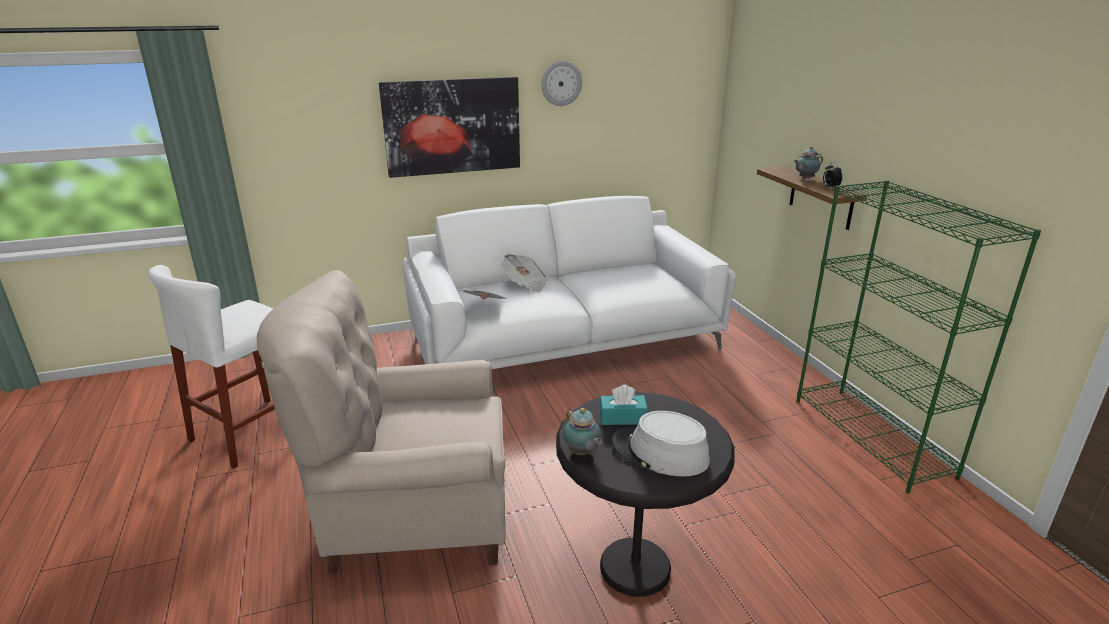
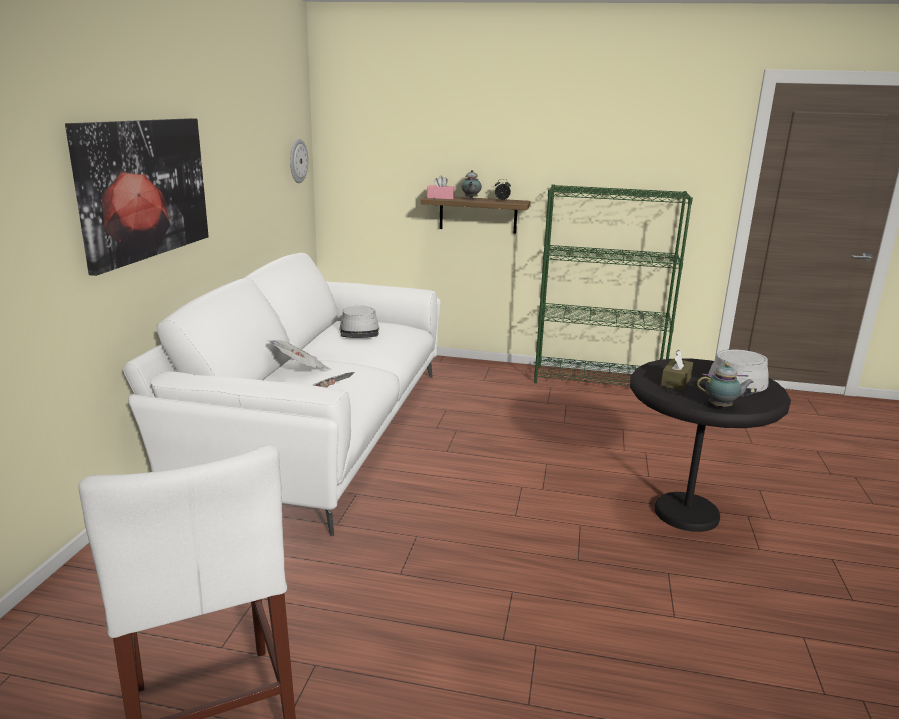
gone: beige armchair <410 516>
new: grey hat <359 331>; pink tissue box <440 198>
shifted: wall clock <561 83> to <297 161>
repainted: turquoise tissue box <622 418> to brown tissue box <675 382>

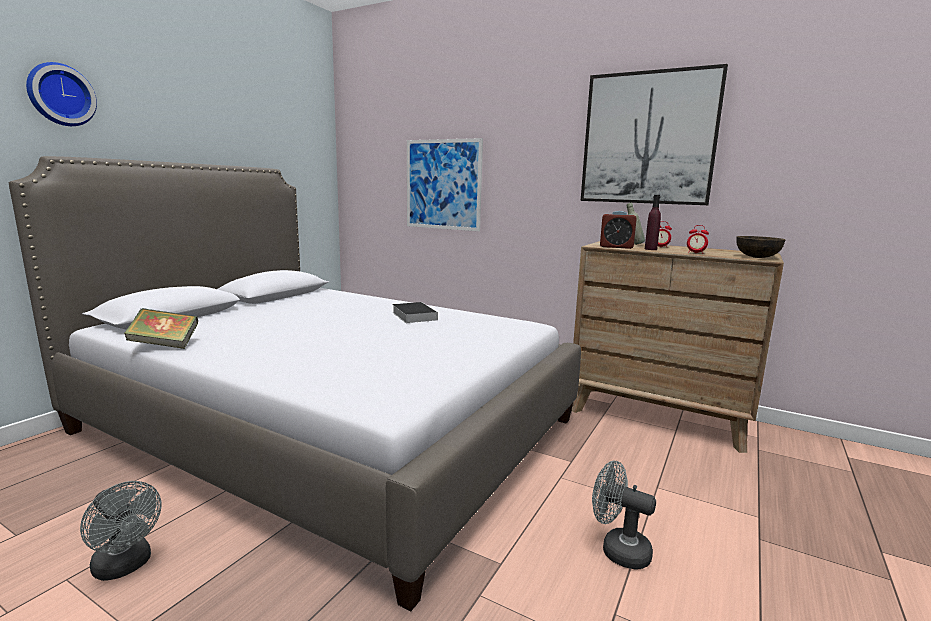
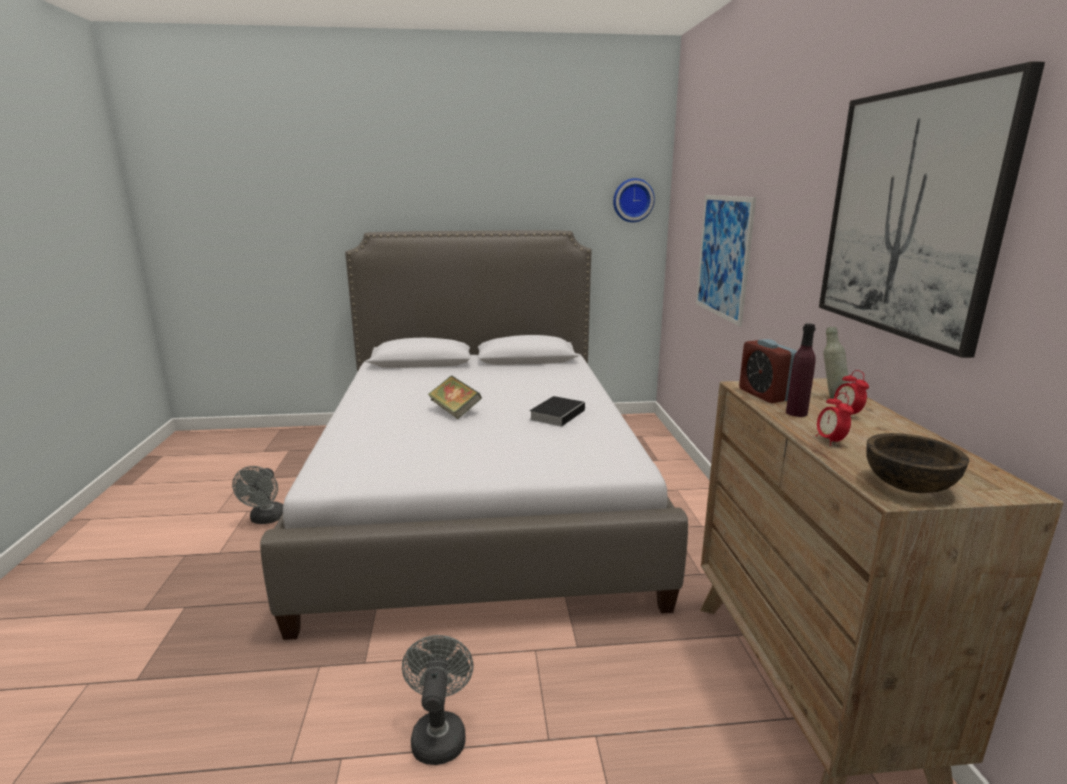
shifted: book <165 345> to <455 411>; wall clock <60 95> to <632 200>

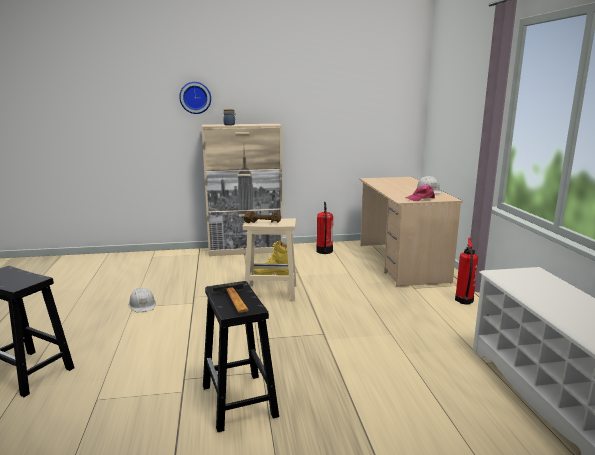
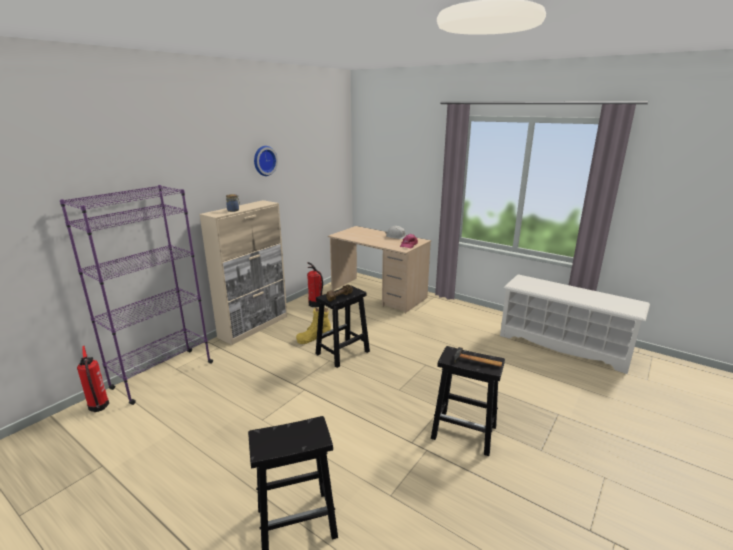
gone: white hard hat <142 304>
new: purple bookcase <163 375>
shifted: fire extinguisher <464 301> to <98 407>; wall clock <195 97> to <264 160>
repainted: beige stool <270 292> to black stool <342 353>

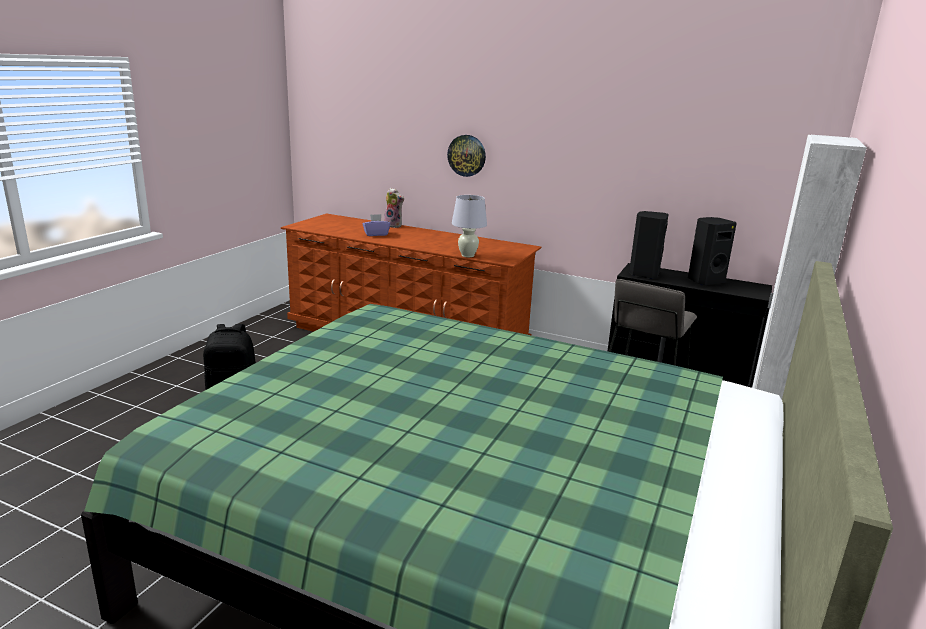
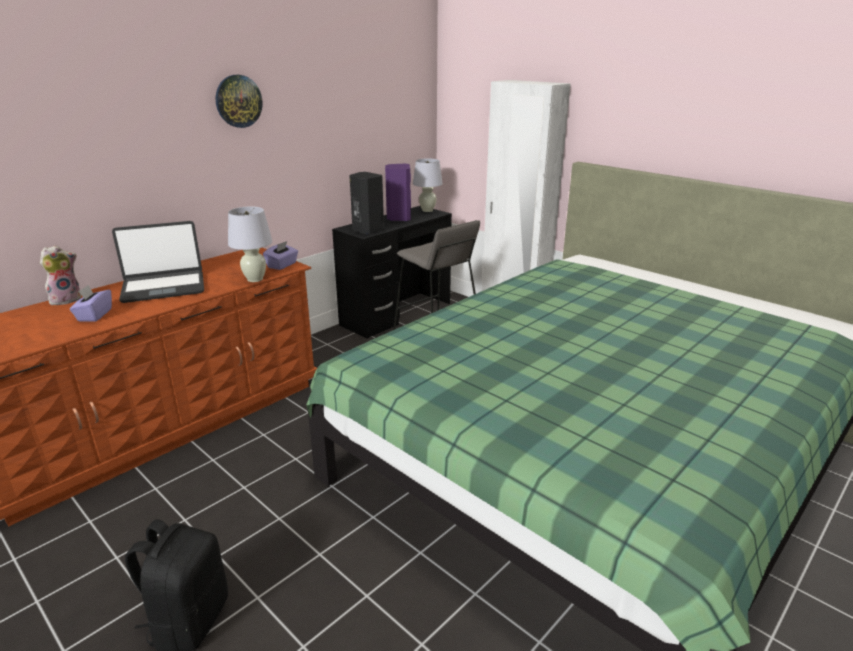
new: laptop <163 288>; purple tissue box <282 265>; white table lamp <427 210>
shifted: wall clock <466 155> to <238 101>
repainted: black speaker <704 281> to purple speaker <398 218>

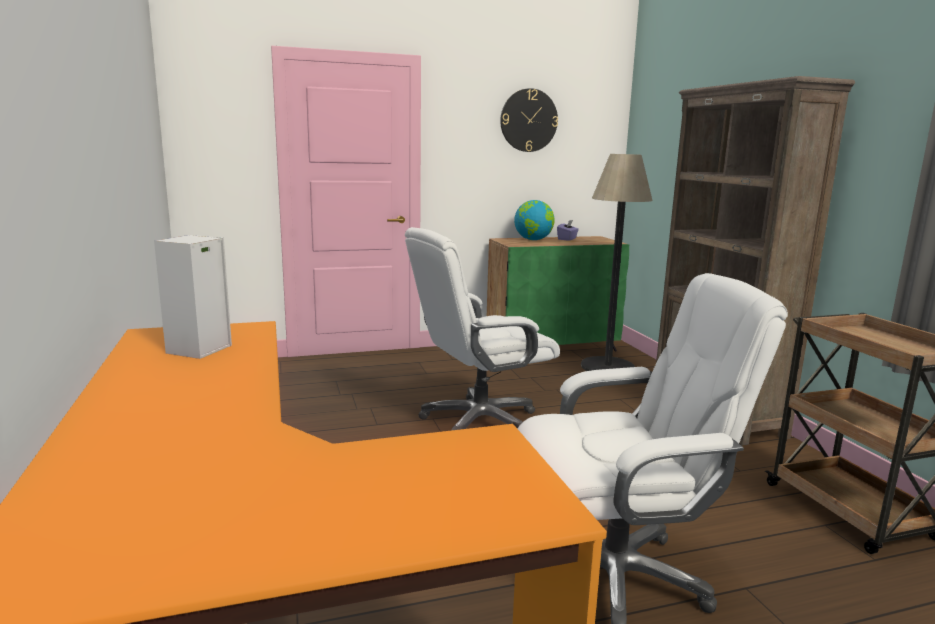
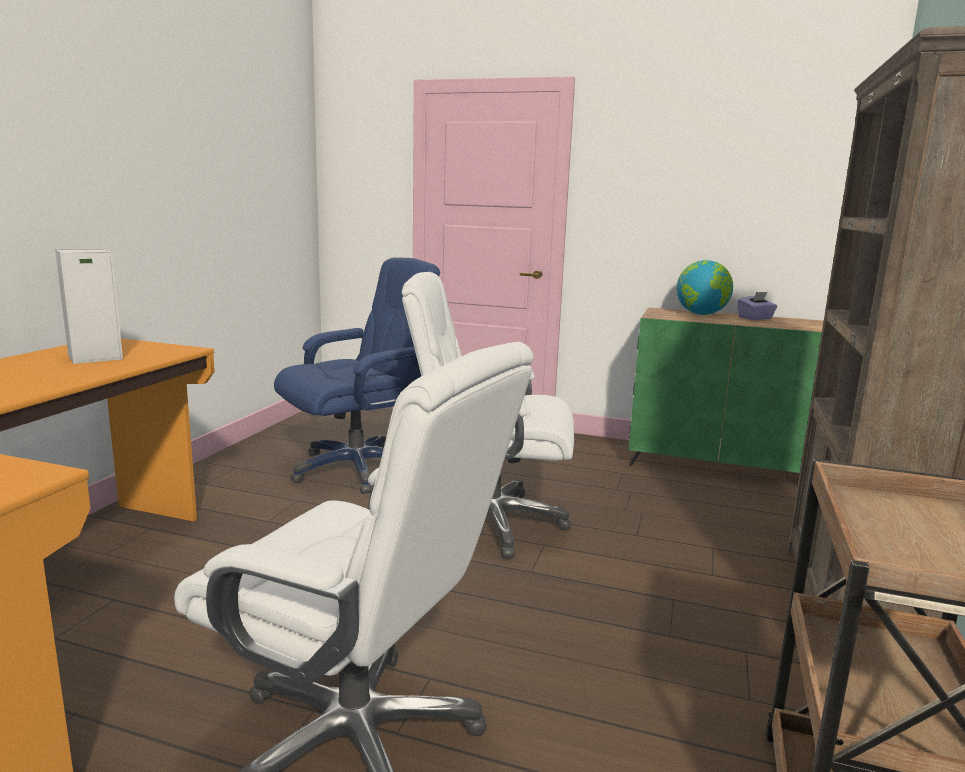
gone: wall clock <528 120>; floor lamp <607 367>
new: blue office chair <357 468>

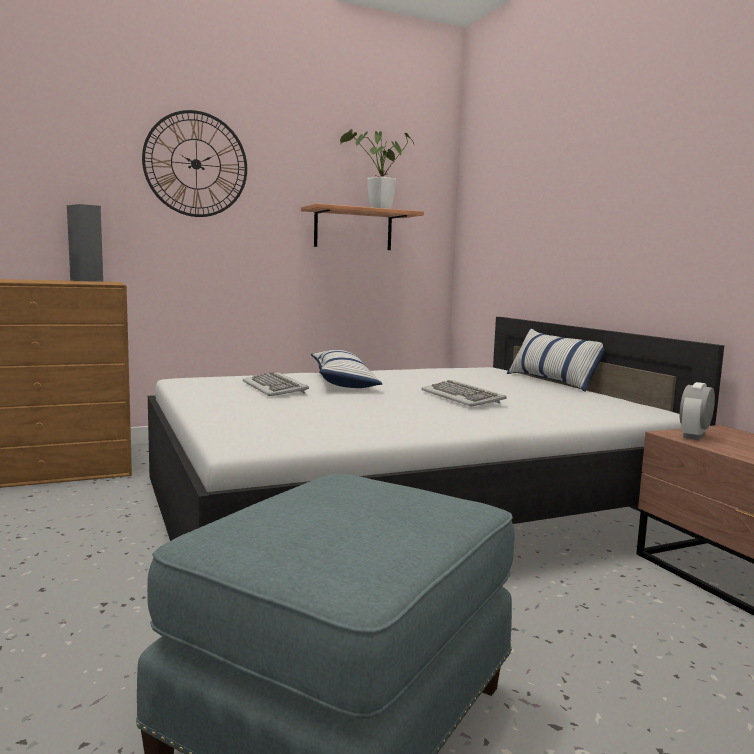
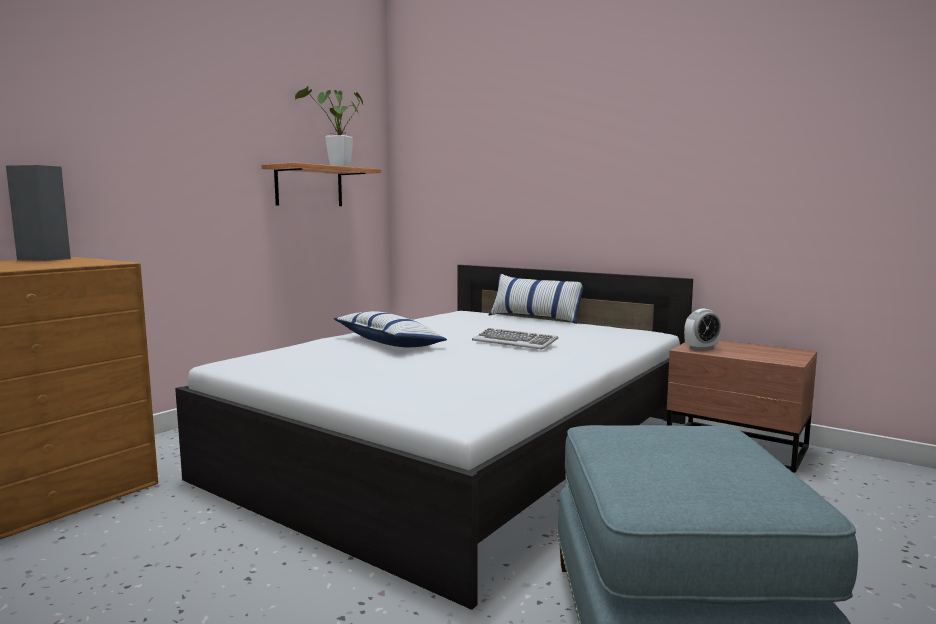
gone: wall clock <196 164>; keyboard <275 388>
rotated: alarm clock <694 436> = <701 348> 120 degrees counterclockwise

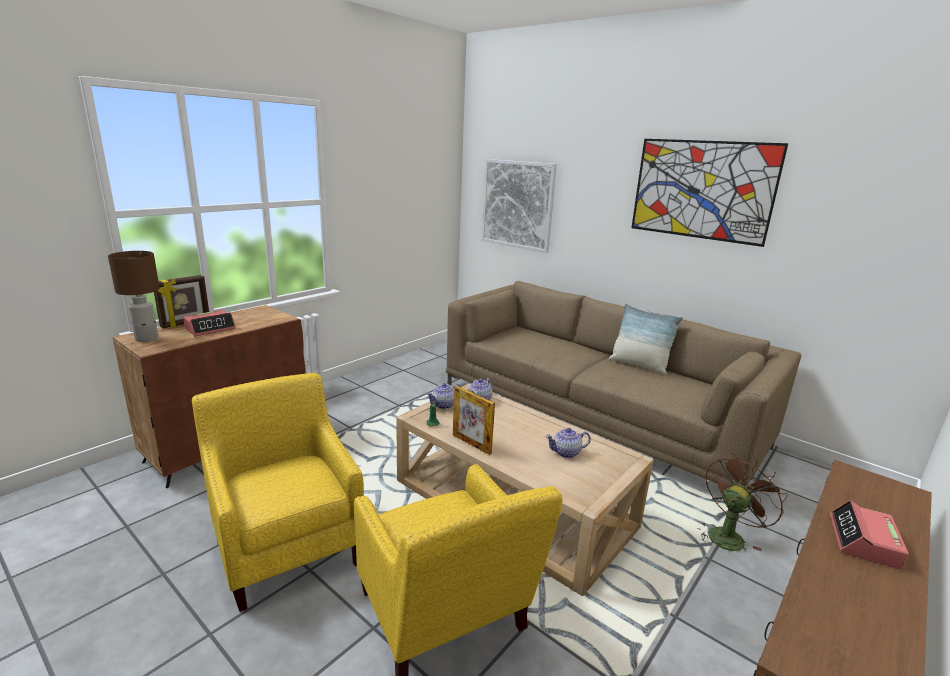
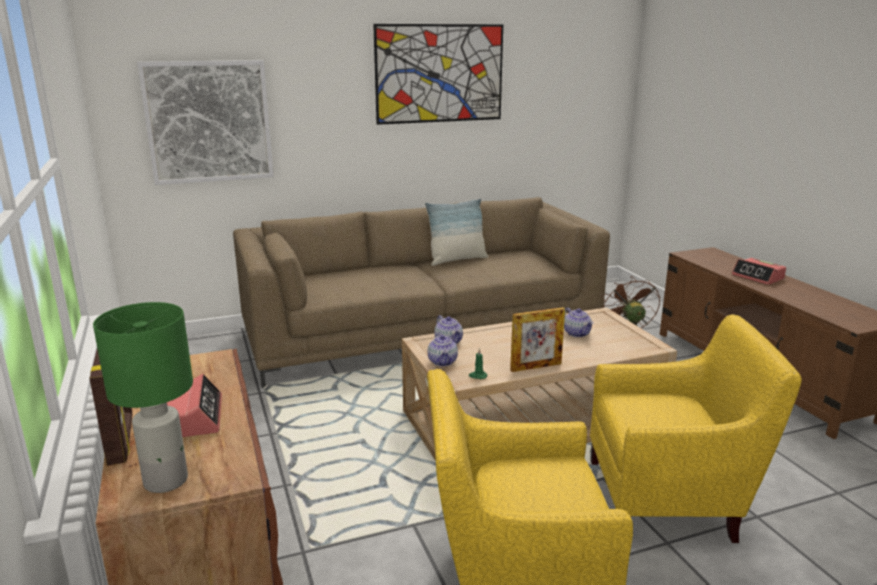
repainted: brown table lamp <147 338> to green table lamp <165 480>
rotated: teapot <566 453> = <577 333> 45 degrees counterclockwise

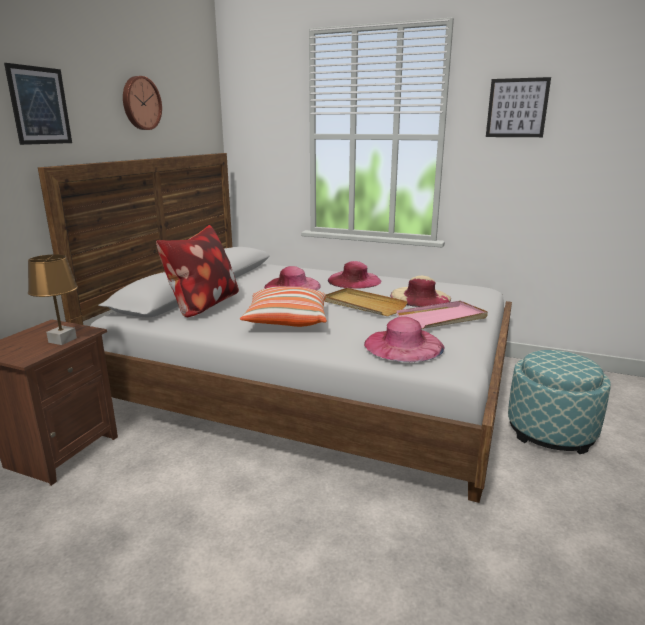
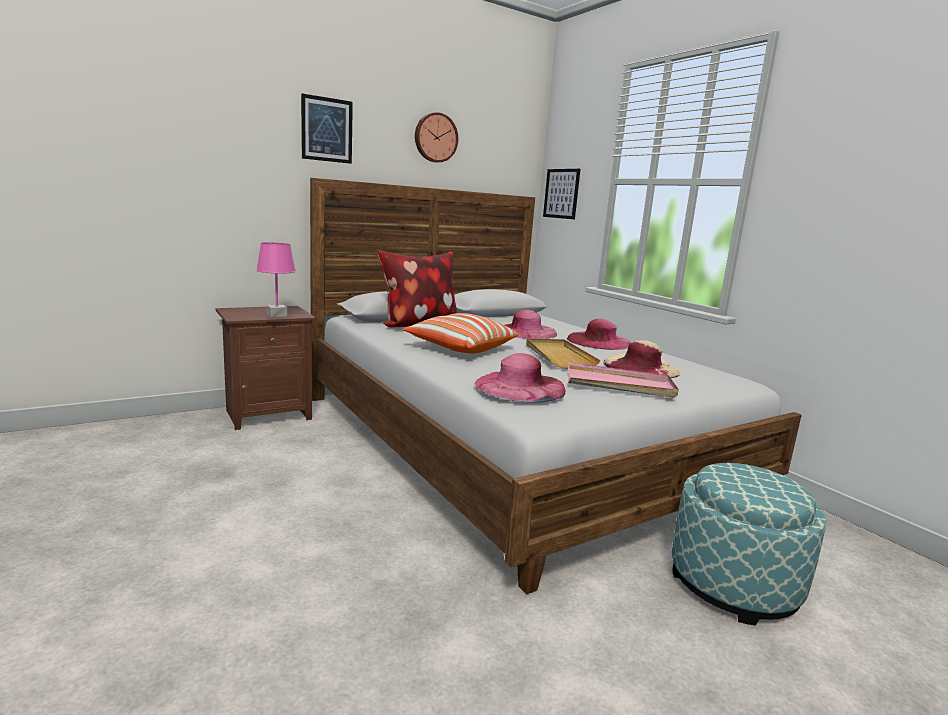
shifted: picture <517 108> to <561 193>
repainted: brown table lamp <62 340> to pink table lamp <277 315>

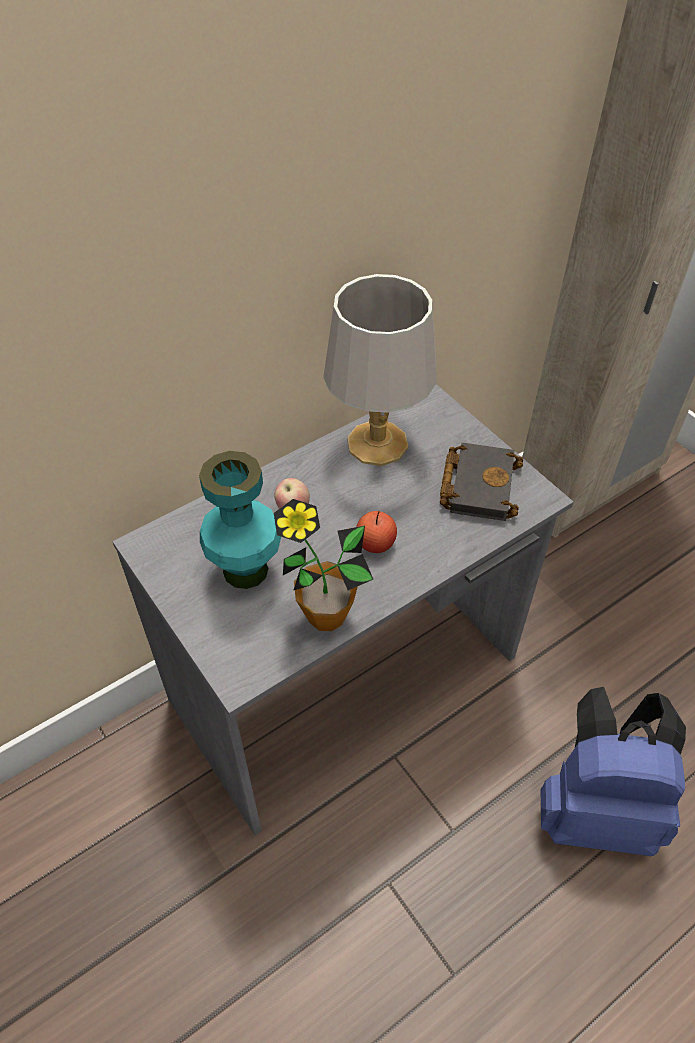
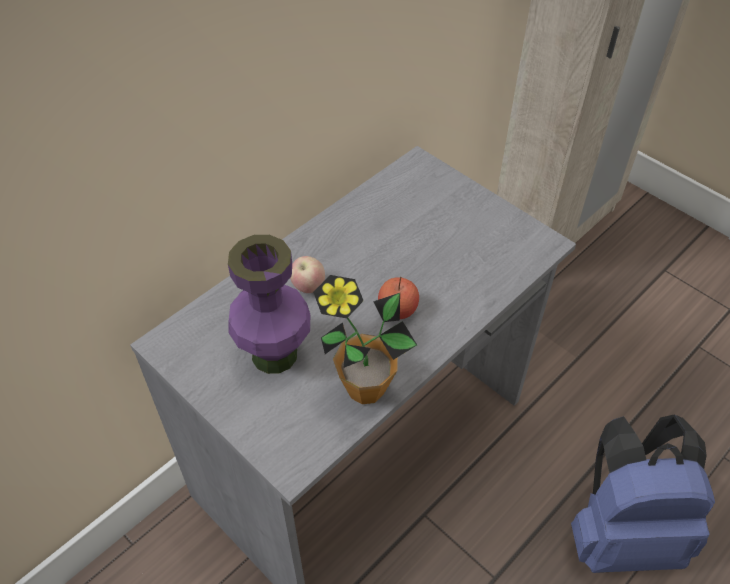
gone: grey table lamp <378 442>; black book <477 484>
repainted: turquoise vase <246 570> to purple vase <275 354>

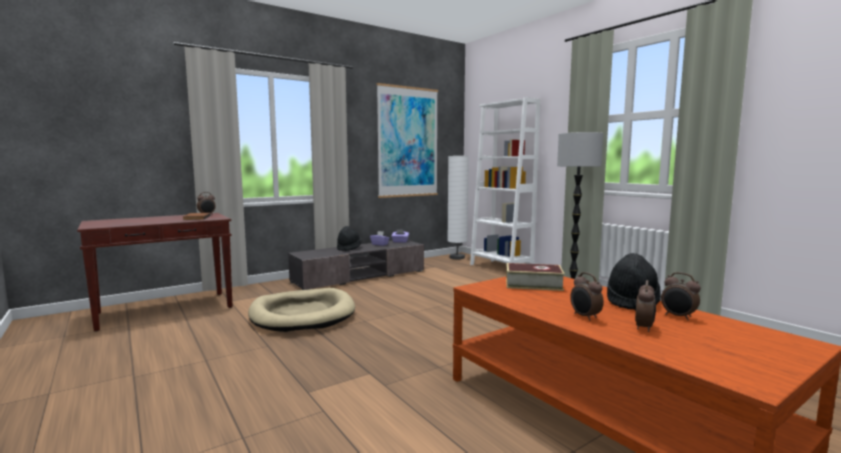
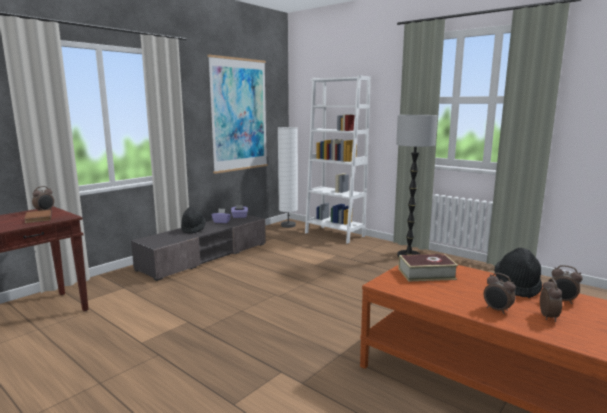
gone: beige dog bed <302 314>

